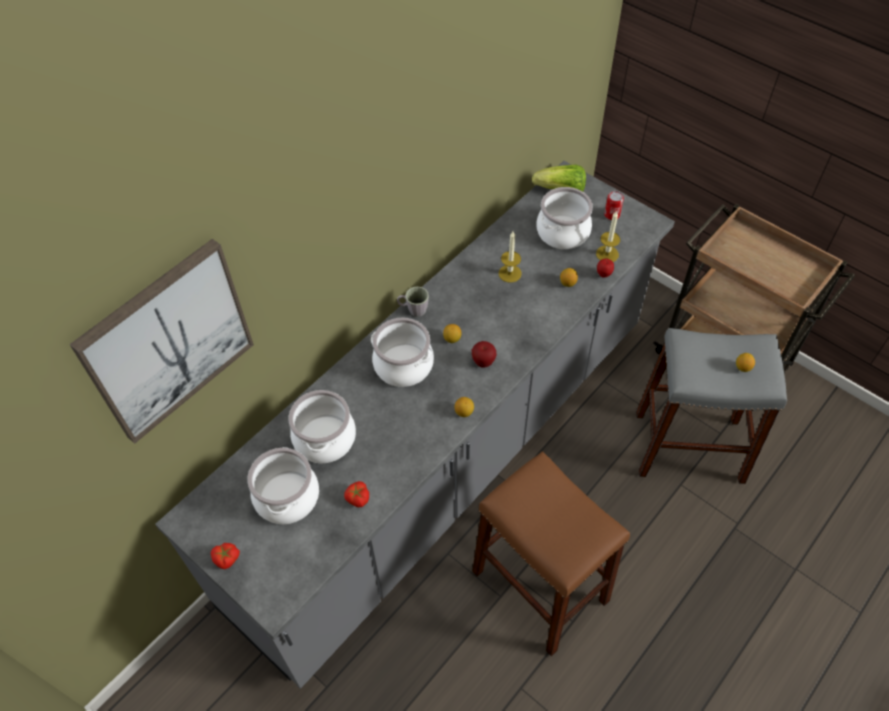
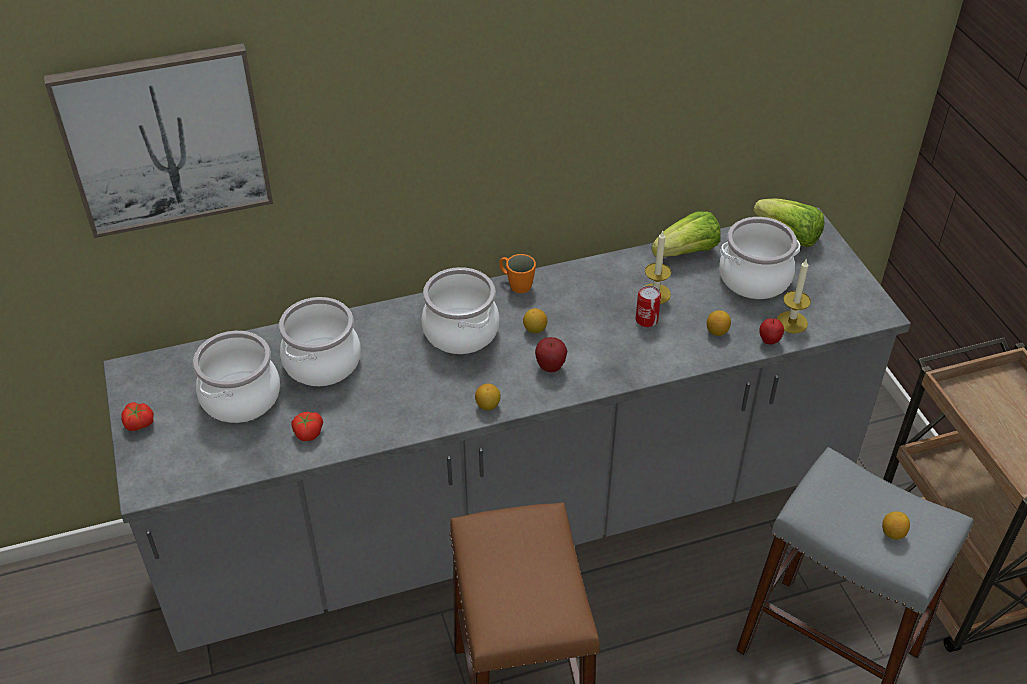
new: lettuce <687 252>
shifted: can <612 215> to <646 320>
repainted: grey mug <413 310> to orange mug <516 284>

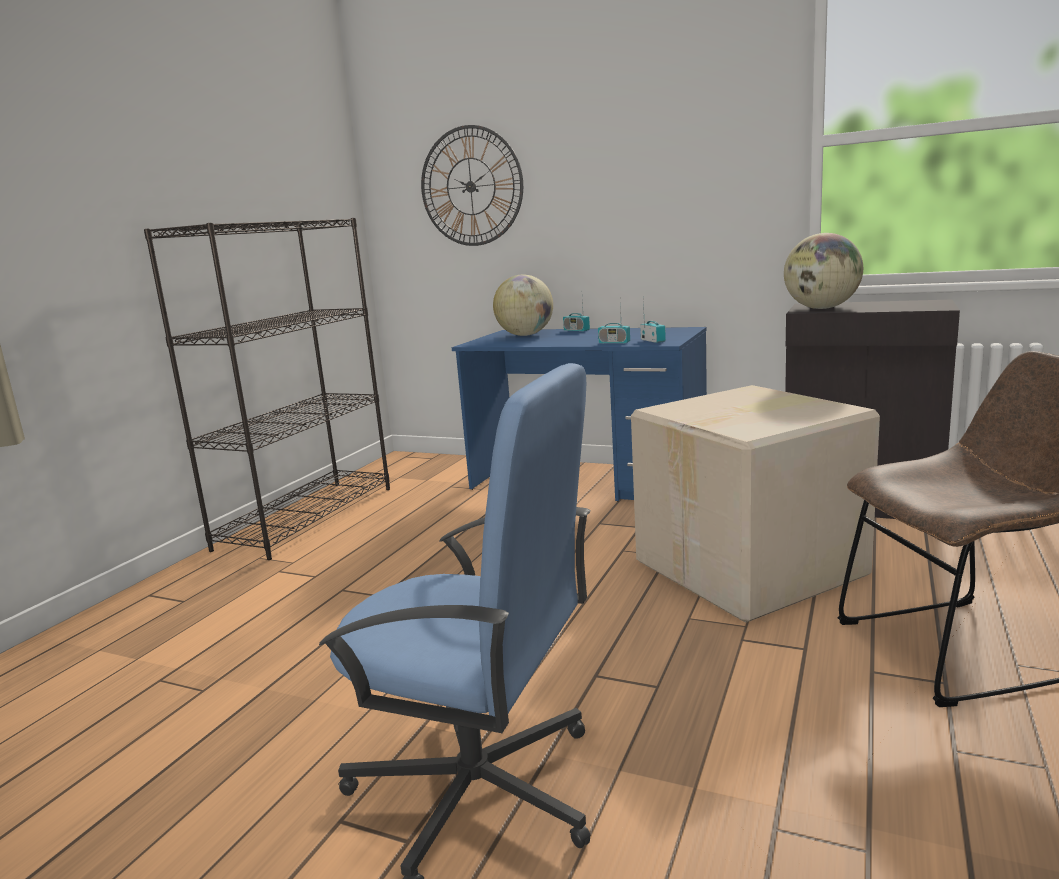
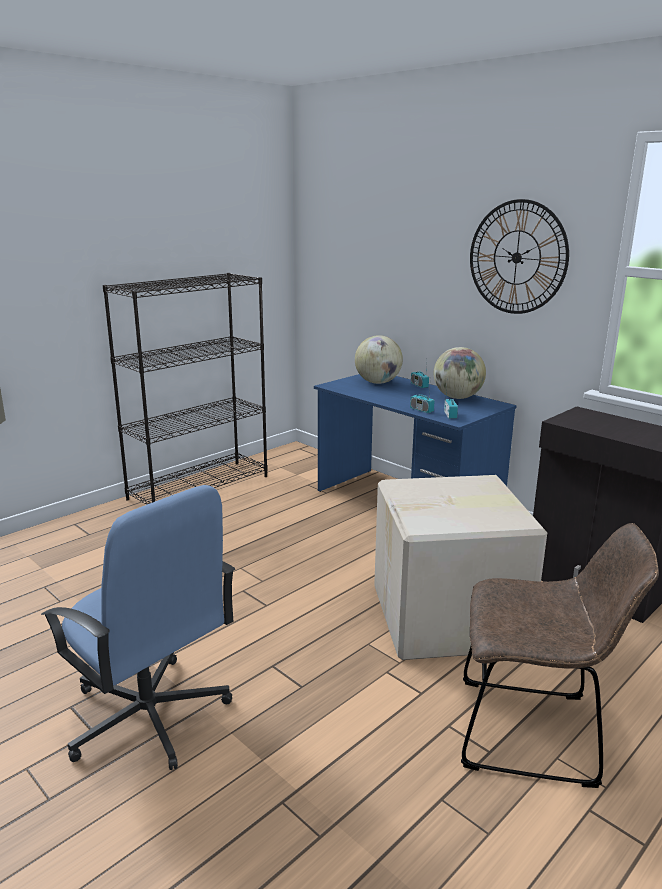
shifted: globe <821 308> to <457 397>; wall clock <471 186> to <517 257>

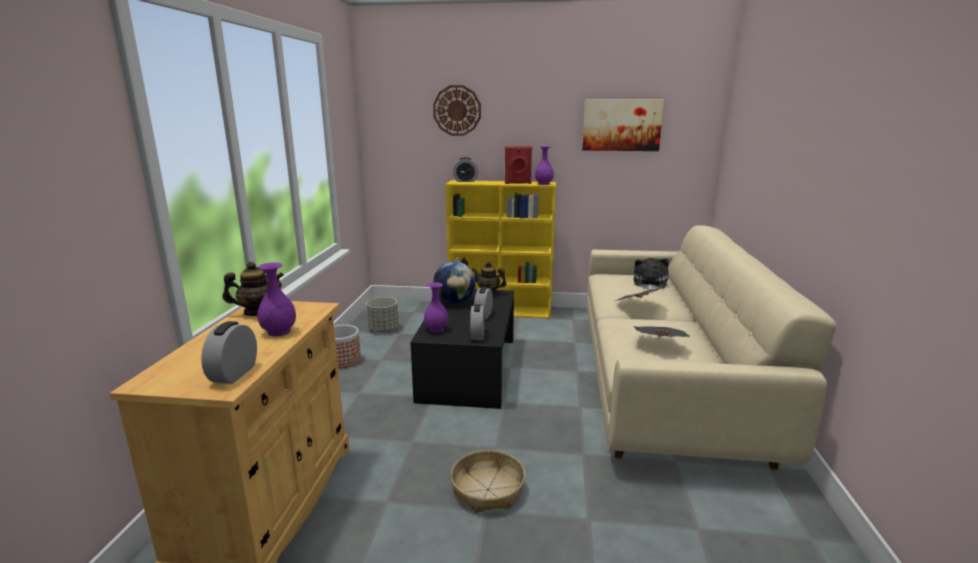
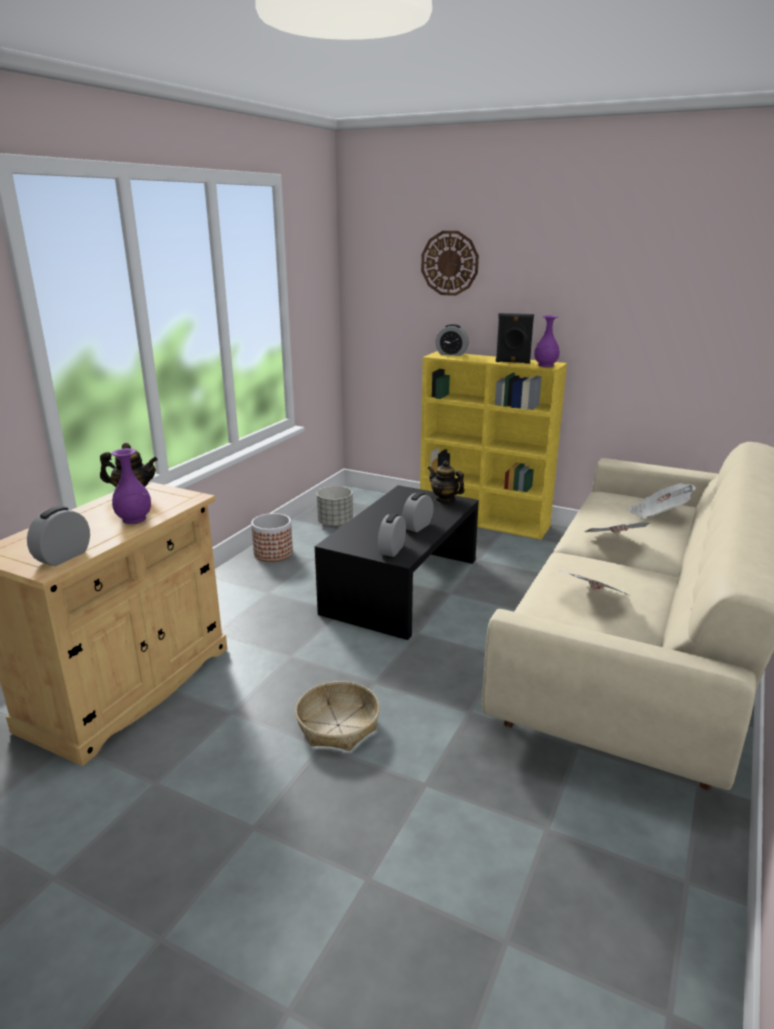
gone: purple vase <437 329>; globe <454 302>; picture <621 125>
swapped: plush toy <649 284> to newspaper <657 515>
repainted: red speaker <518 183> to black speaker <512 362>

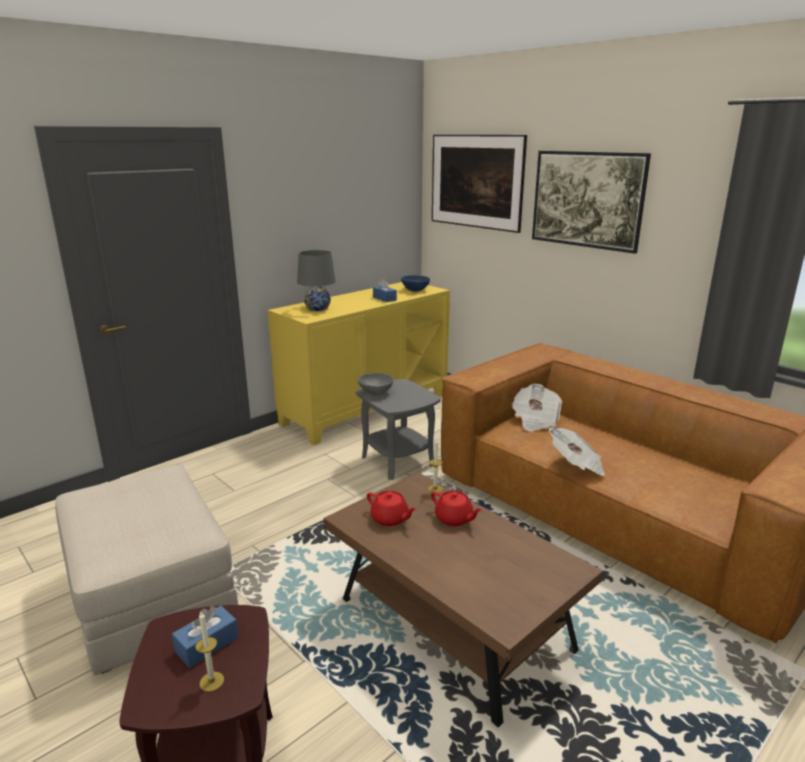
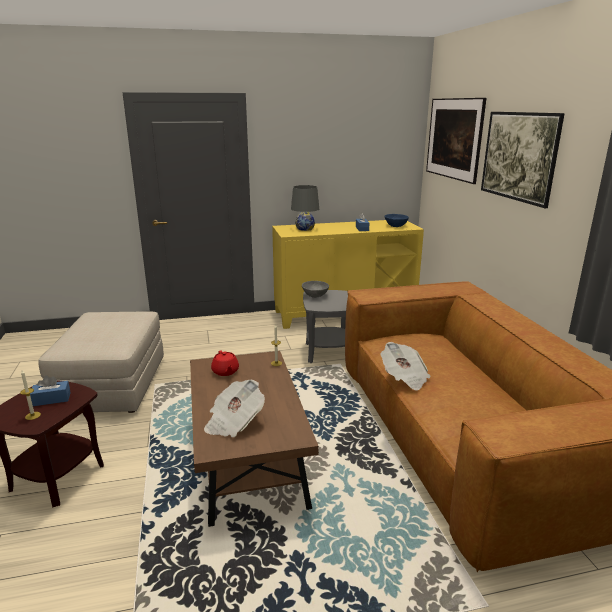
gone: red teapot <454 519>
shifted: newspaper <535 420> to <234 422>

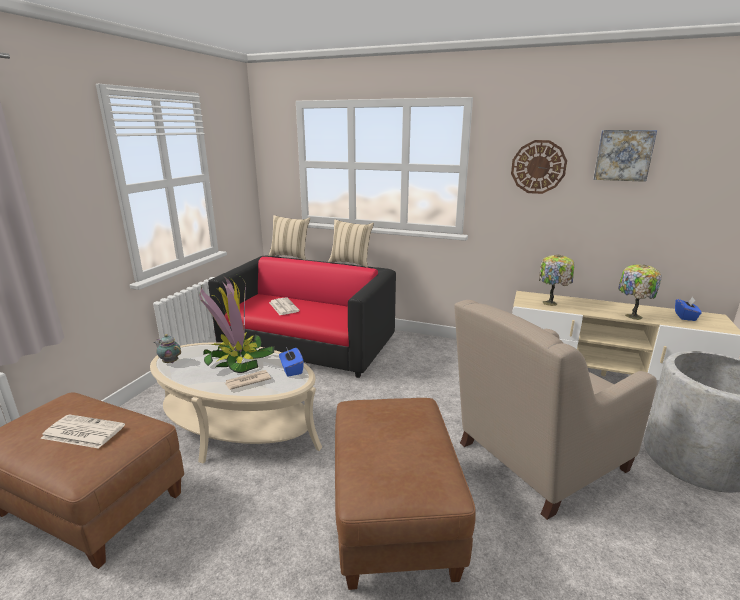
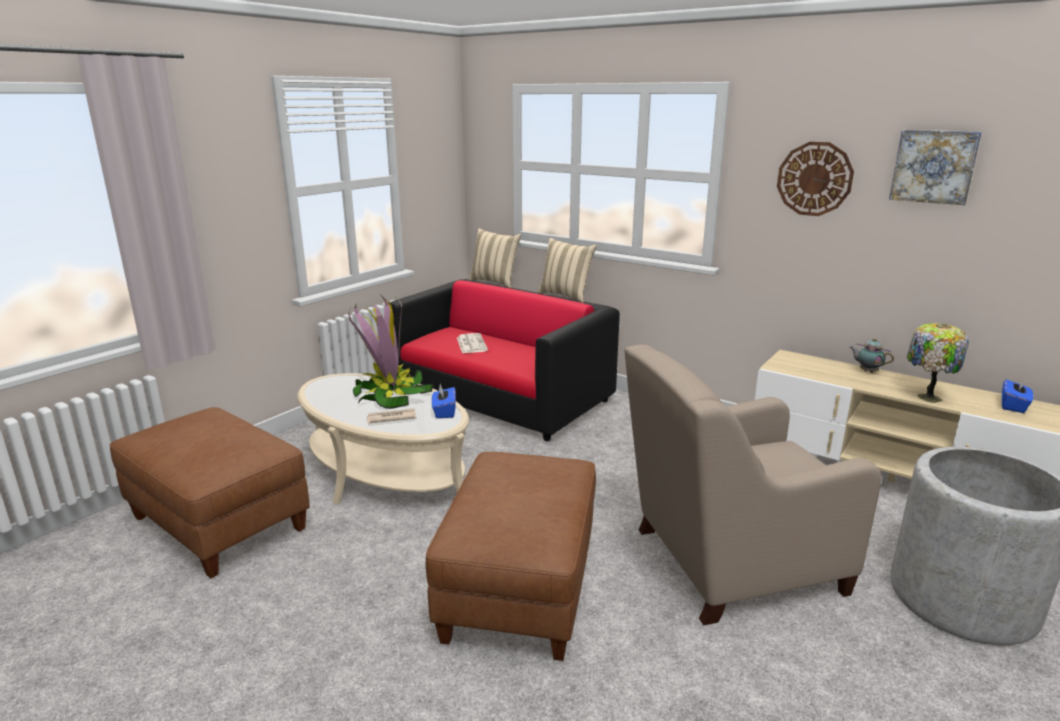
gone: newspaper <82 432>; table lamp <551 303>
shifted: teapot <170 362> to <867 371>

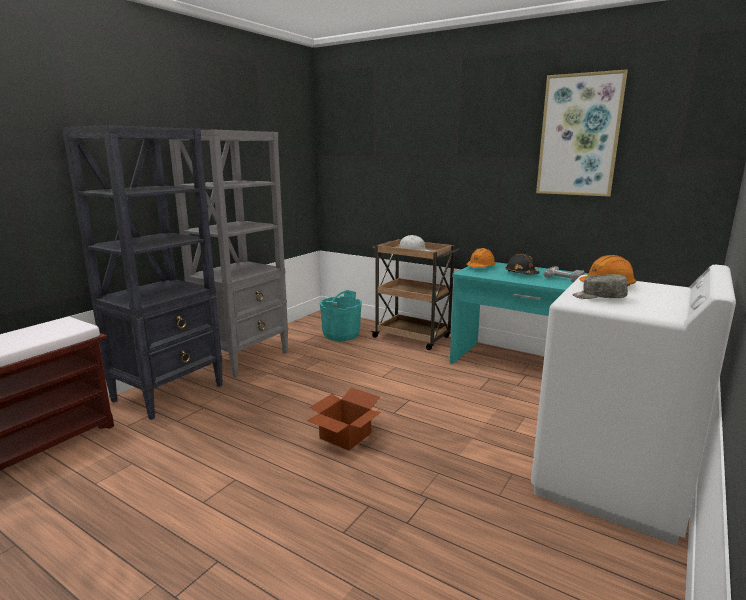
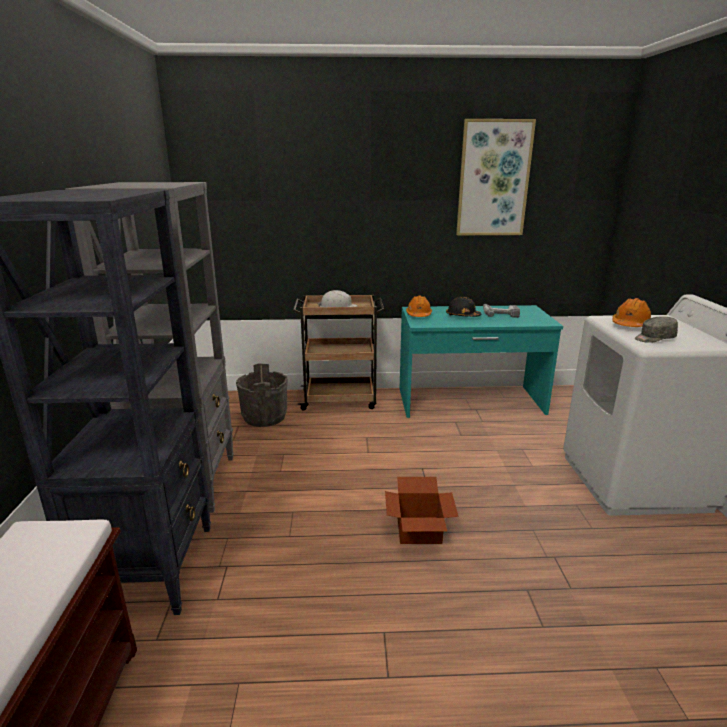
repainted: turquoise bucket <341 334> to grey bucket <265 417>

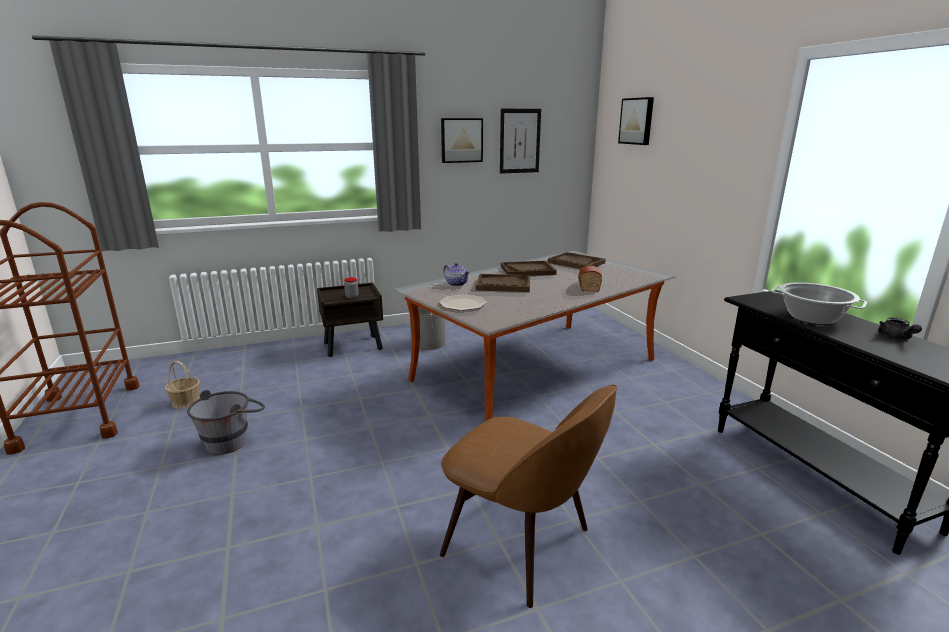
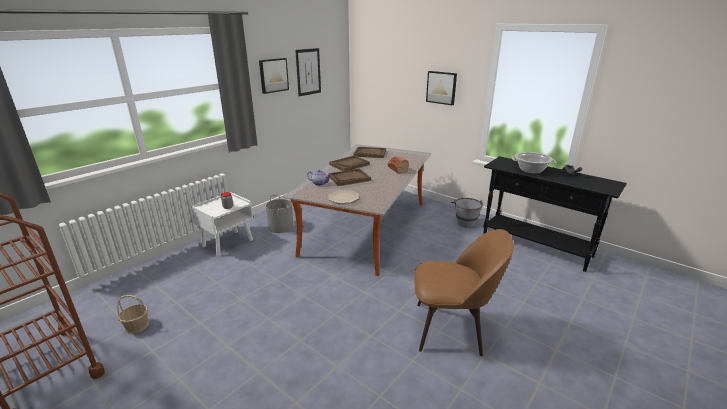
shifted: picture <637 121> to <441 87>; grey bucket <233 440> to <465 221>
repainted: brown nightstand <353 346> to white nightstand <228 243>

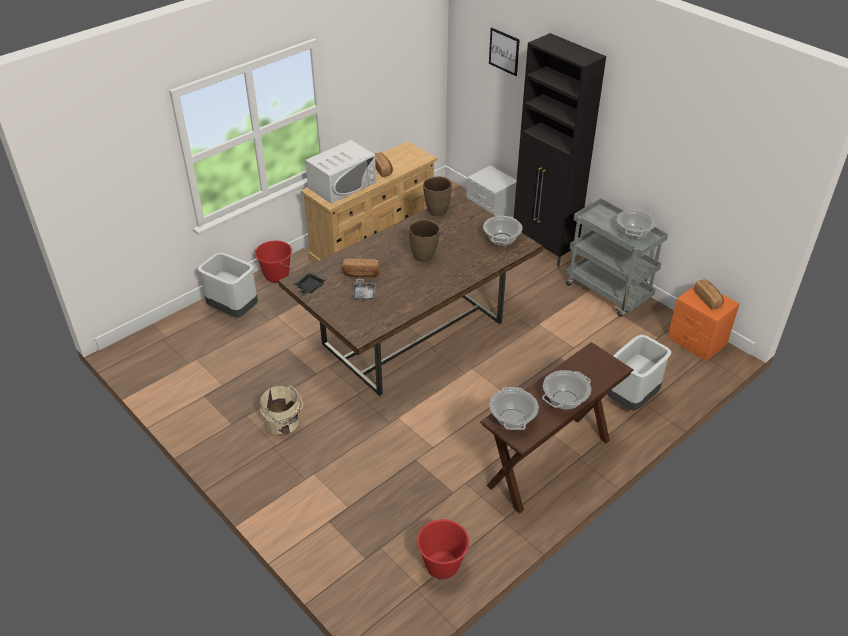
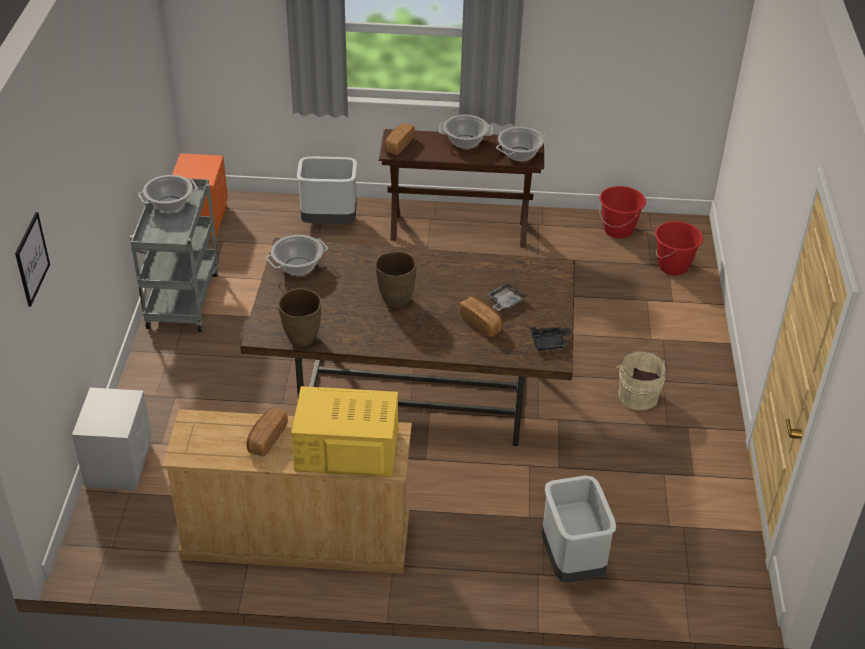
gone: black cabinet <544 249>
shifted: bread <708 299> to <398 145>; red bucket <276 276> to <673 266>
repainted: white microwave <342 185> to yellow microwave <346 450>

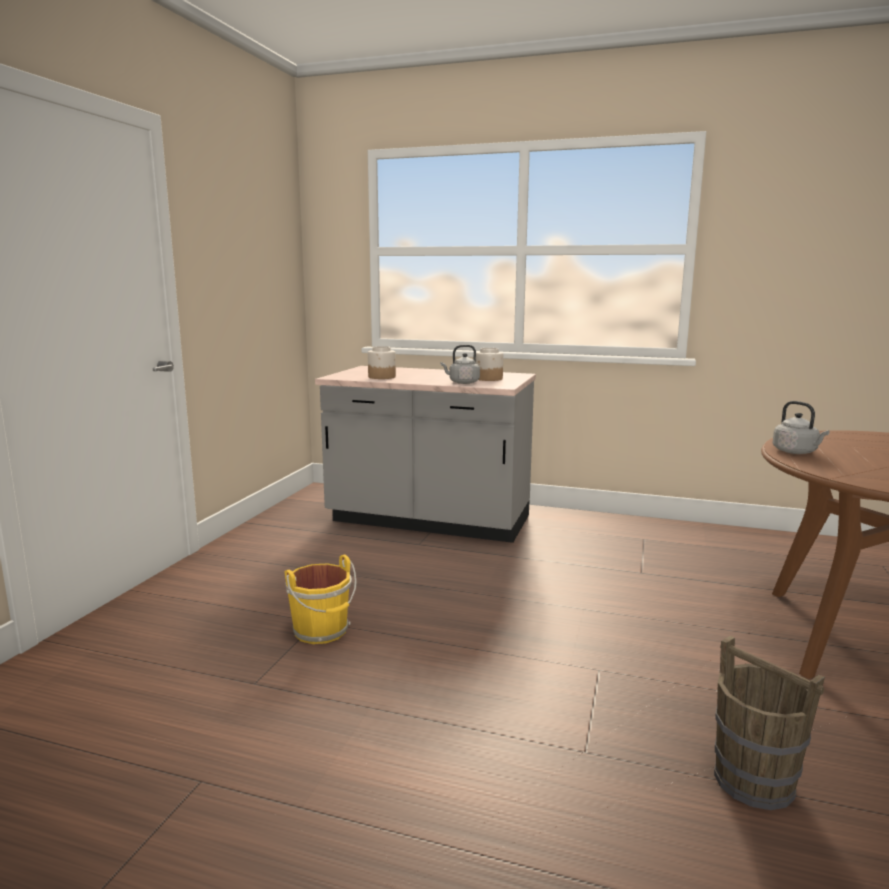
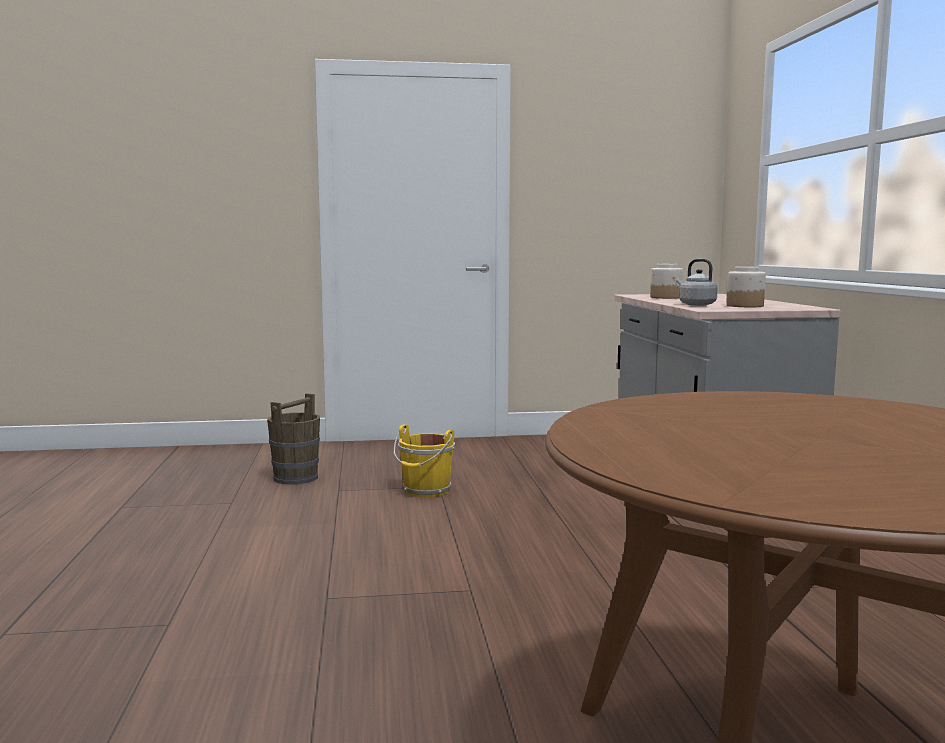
gone: grey kettle <796 452>
shifted: brown bucket <754 782> to <295 478>

